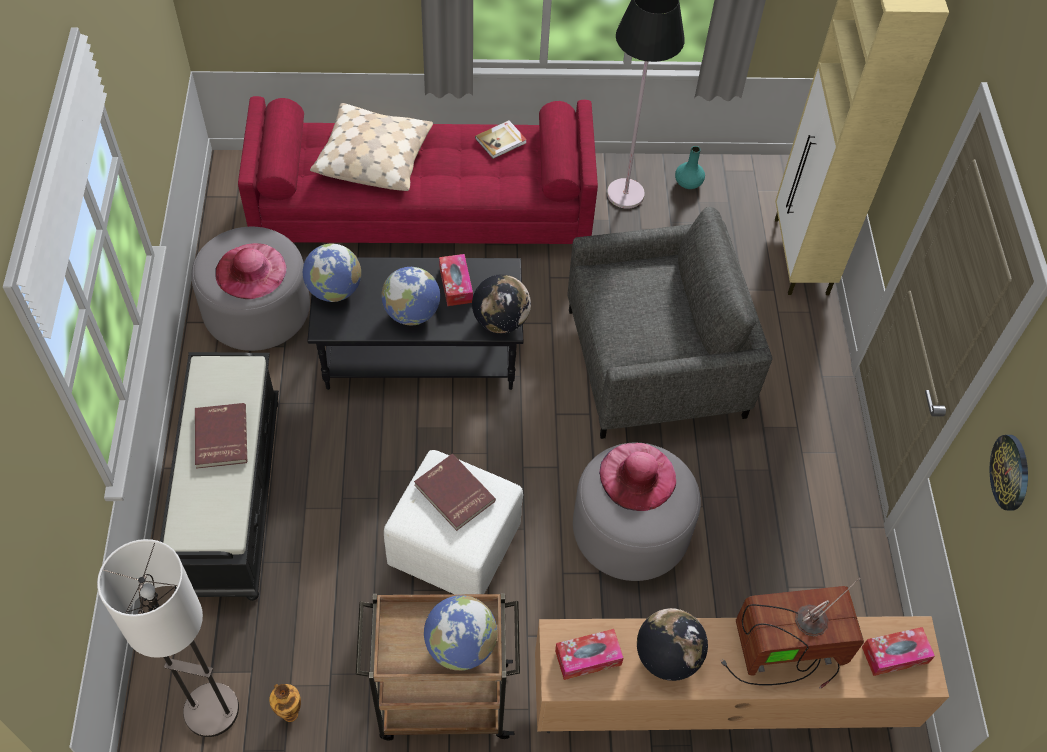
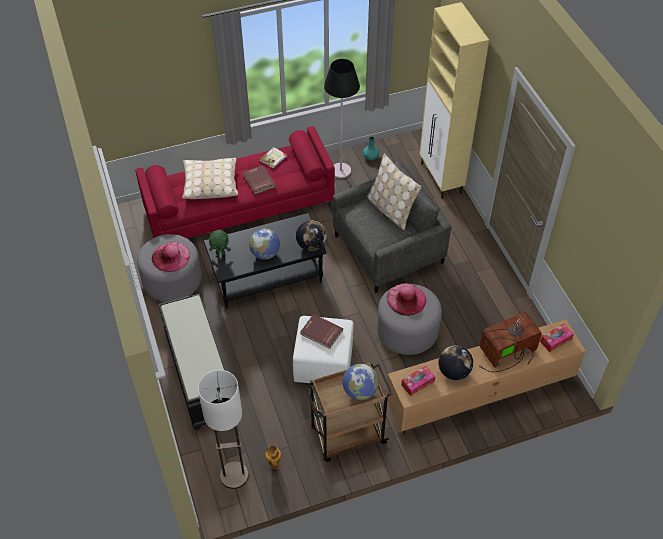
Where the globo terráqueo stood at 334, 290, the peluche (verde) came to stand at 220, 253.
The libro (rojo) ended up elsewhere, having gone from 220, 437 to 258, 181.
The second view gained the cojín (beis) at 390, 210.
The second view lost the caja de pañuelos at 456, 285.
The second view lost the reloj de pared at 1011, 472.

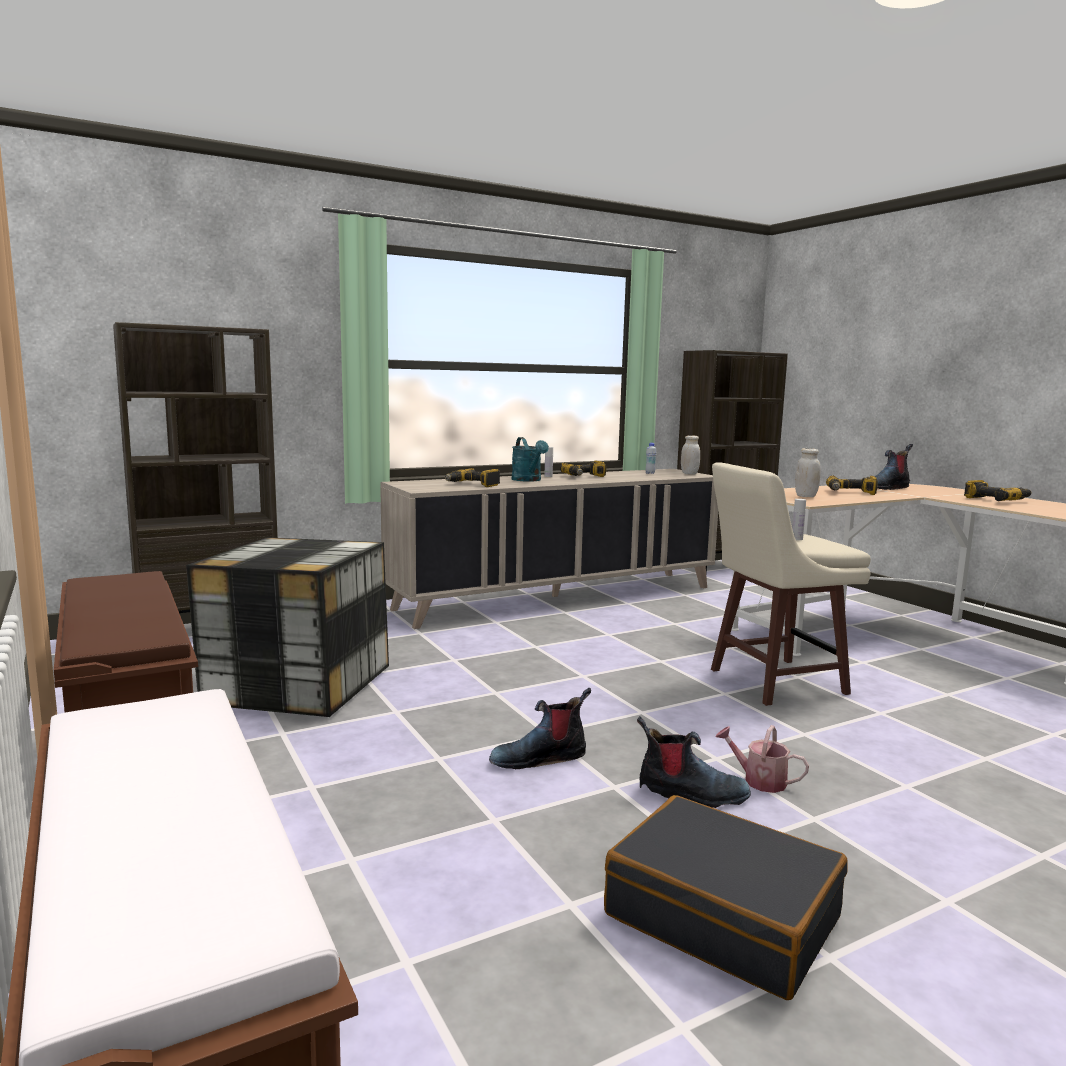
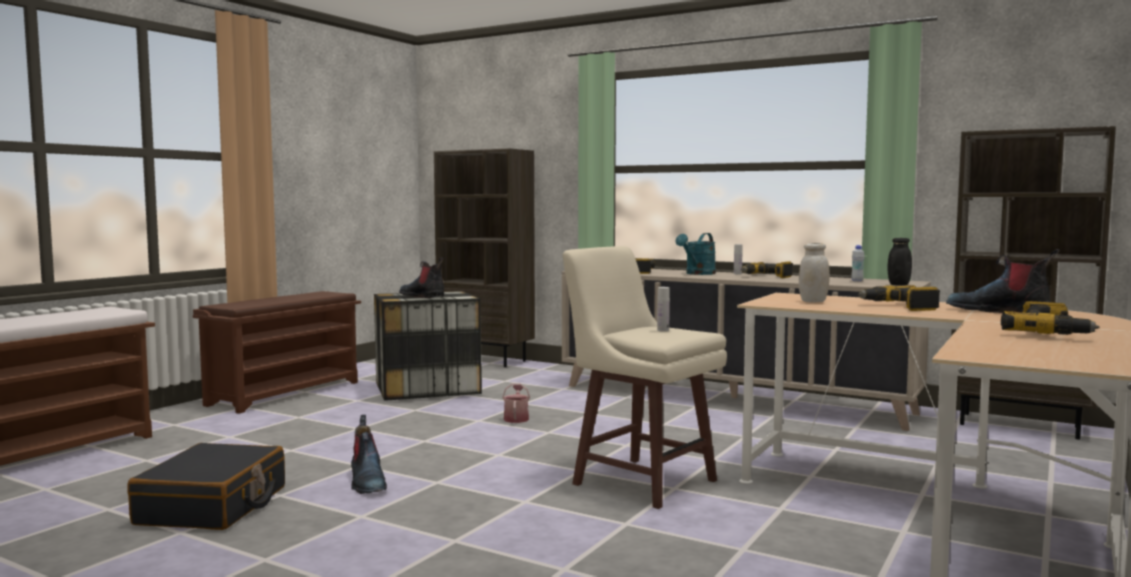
The bota ended up elsewhere, having gone from 539, 758 to 423, 296.
The regadera ended up elsewhere, having gone from 759, 780 to 516, 418.
What was the tarro (blanco) at 689, 474 turned into the tarro (negro) at 898, 285.

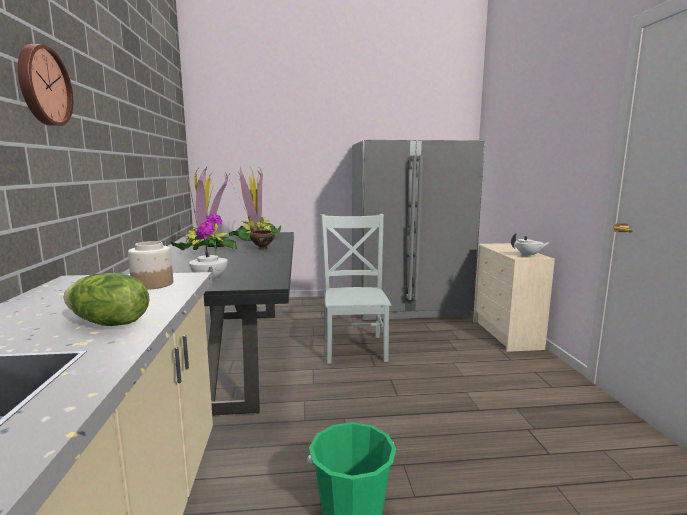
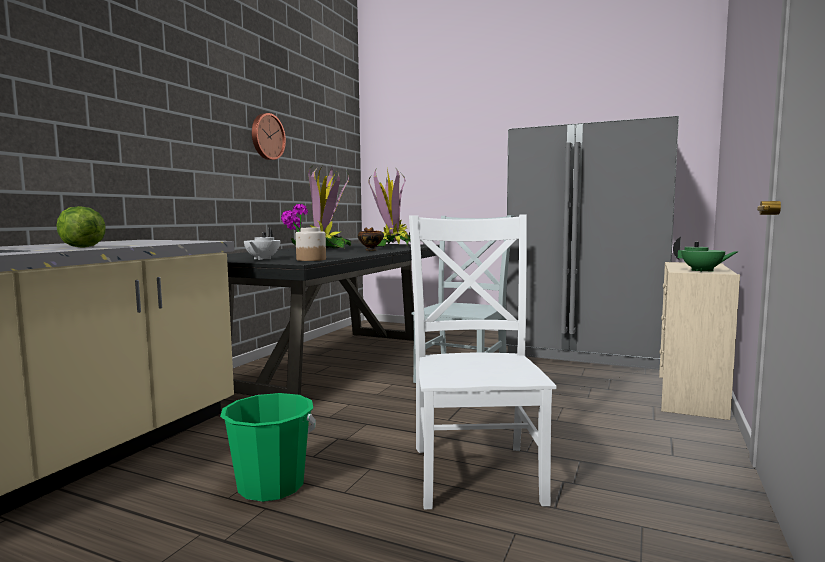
The reloj de pared ended up elsewhere, having gone from 42, 86 to 267, 136.
The tarro ended up elsewhere, having gone from 152, 284 to 310, 260.
The second view gained the silla (blanco) at 476, 470.
What was the tetera (blanco) at 528, 255 turned into the tetera (verde) at 702, 271.

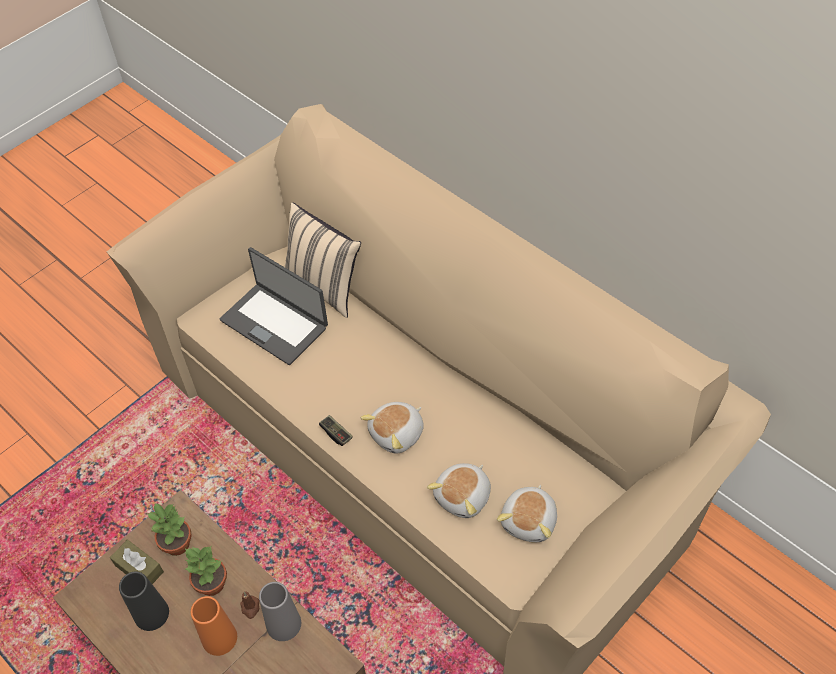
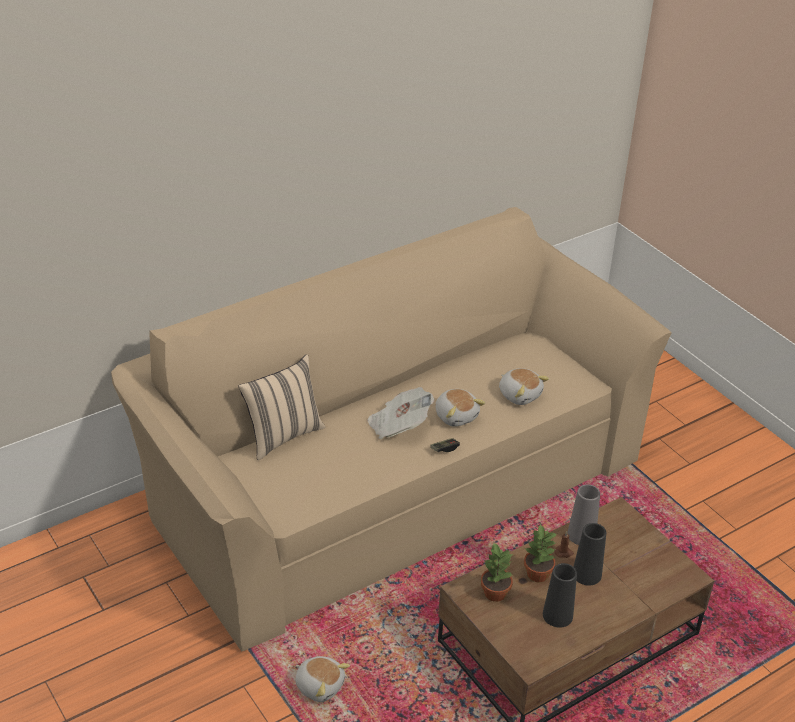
The peluche ended up elsewhere, having gone from 530, 521 to 320, 685.
The second view gained the periódico at 399, 425.
What was the florero (naranja) at 219, 638 turned into the florero (negro) at 586, 574.
The second view lost the caja de pañuelos (marrón) at 139, 568.
The second view lost the portátil at 275, 323.

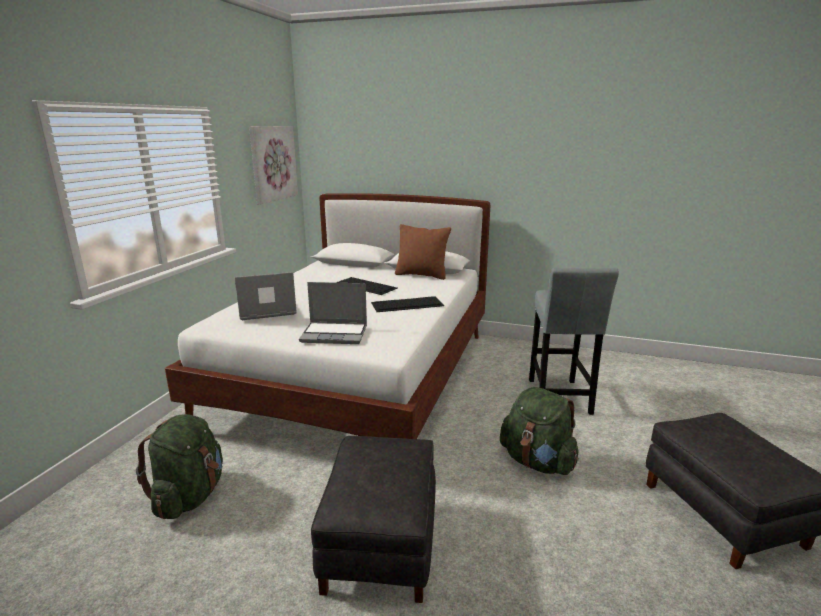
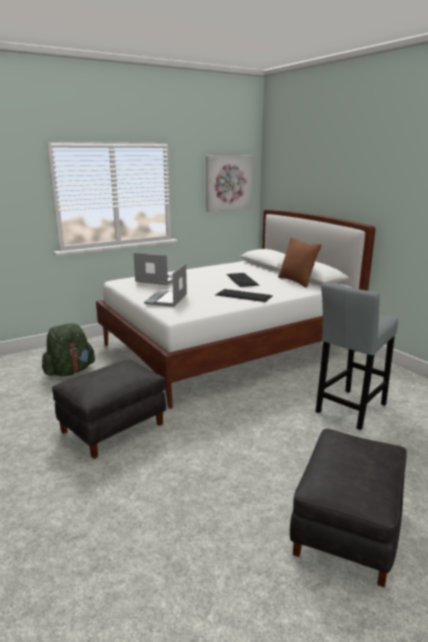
The portátil at 335, 334 ended up facing another way, 60 degrees clockwise from before.
The second view lost the mochila (verde) at 537, 462.

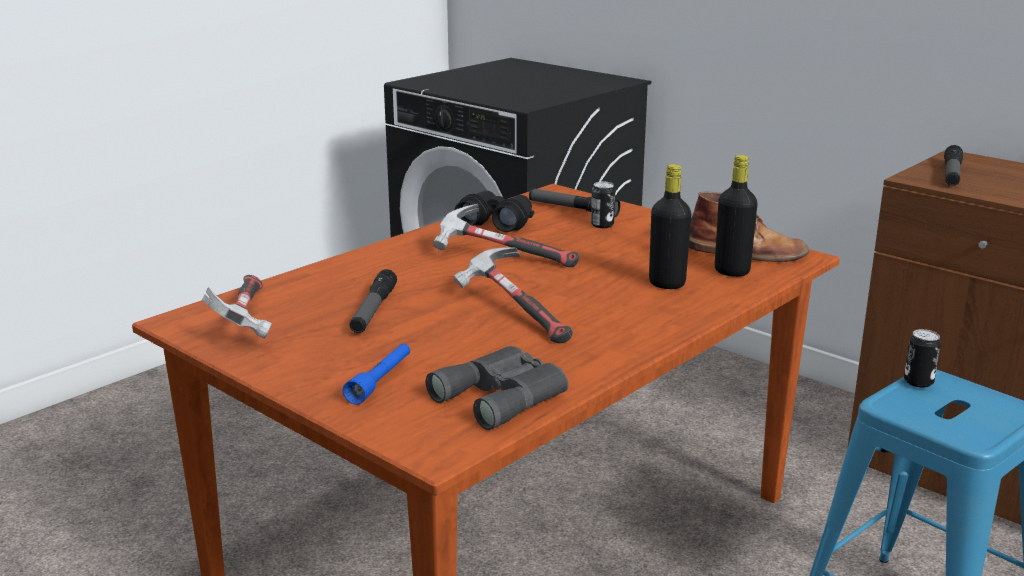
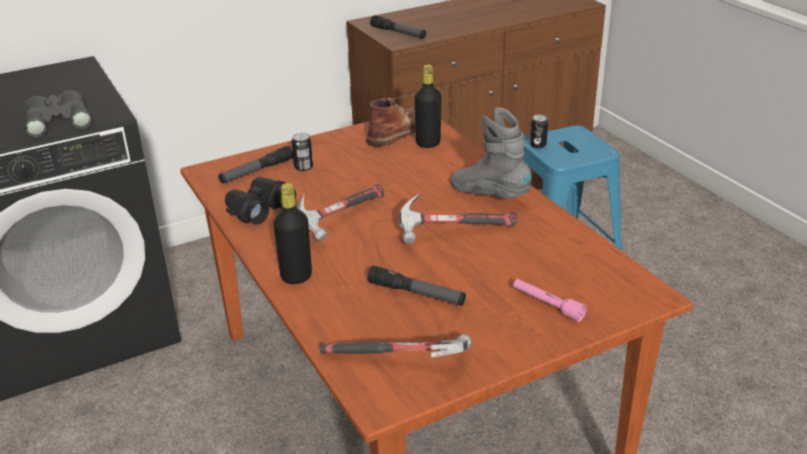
The prismáticos (gris) ended up elsewhere, having gone from 505, 395 to 58, 118.
The botella (negro) ended up elsewhere, having gone from 667, 284 to 296, 276.
The second view gained the bota (gris) at 489, 195.
What was the linterna (azul) at 380, 381 turned into the linterna (rosa) at 547, 305.

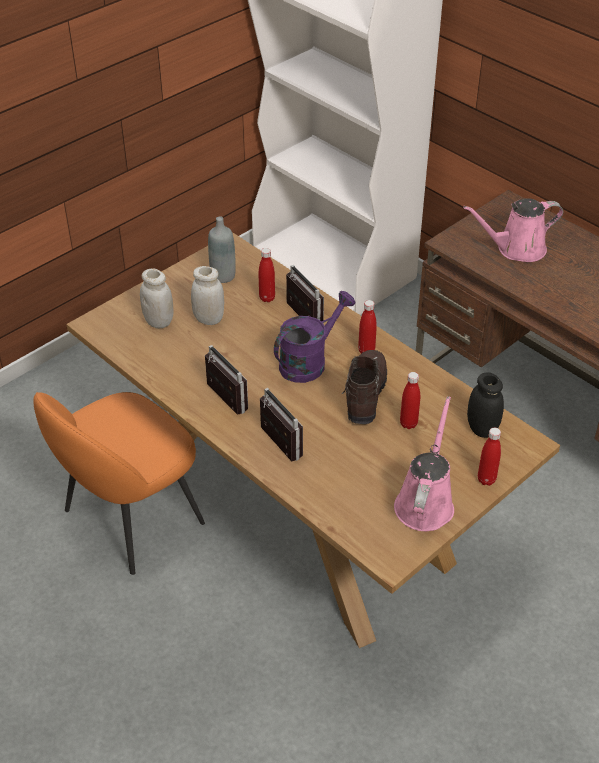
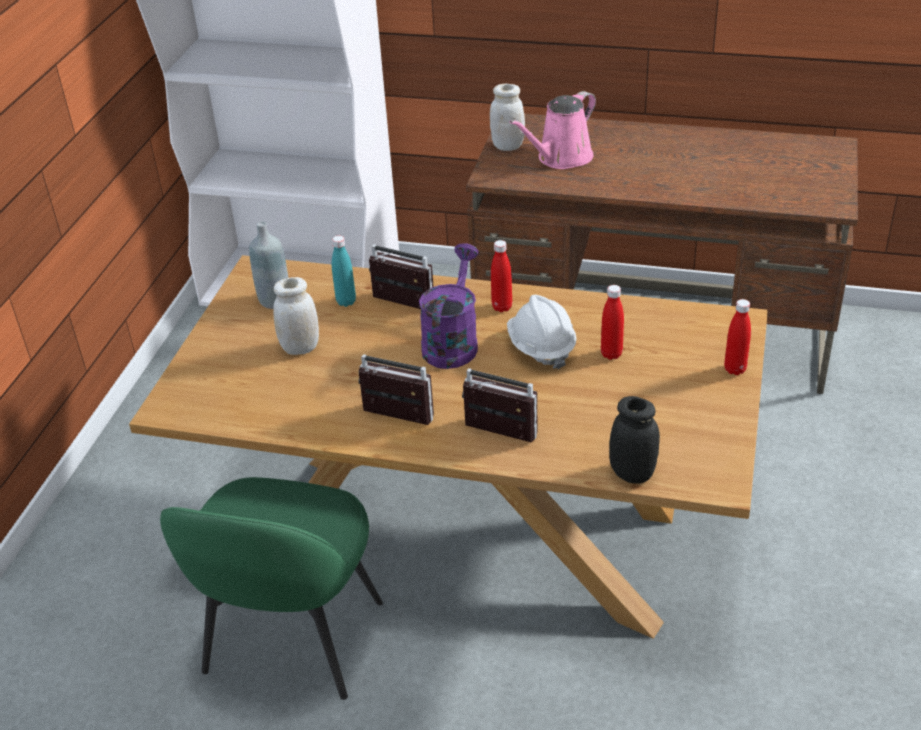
What was the silla (naranja) at 130, 519 turned into the silla (verde) at 291, 641.
What was the botella (rojo) at 267, 298 turned into the botella (turquesa) at 346, 301.
The tarro (blanco) ended up elsewhere, having gone from 159, 321 to 508, 146.
Where the bota (marrón) stood at 364, 395, the casco (blanco) came to stand at 541, 348.
The tarro (negro) ended up elsewhere, having gone from 482, 429 to 632, 473.
The second view lost the regadera (rosa) at 425, 502.

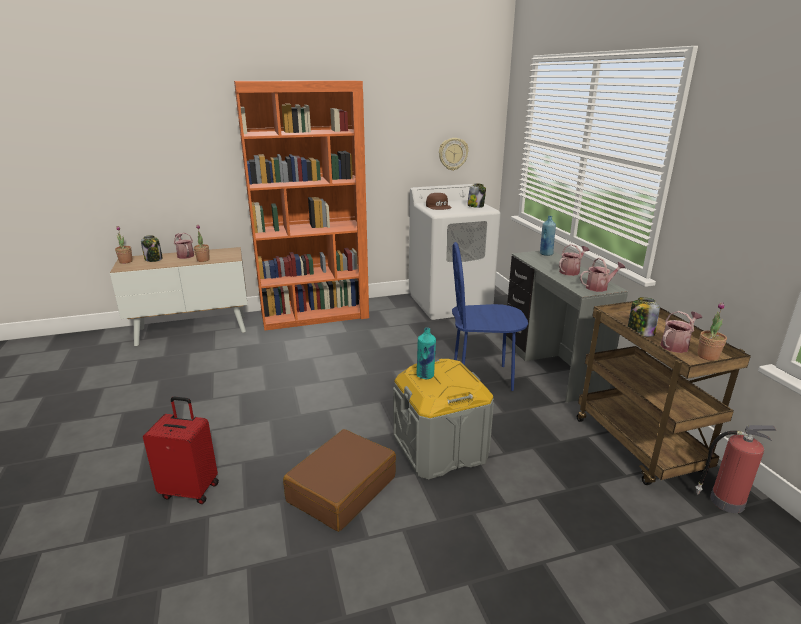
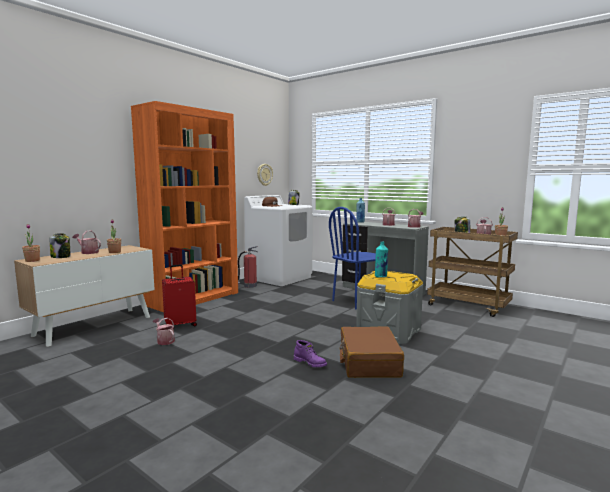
The second view gained the regadera at 164, 341.
The maleta (rojo) ended up elsewhere, having gone from 191, 489 to 180, 325.
The extintor ended up elsewhere, having gone from 725, 501 to 249, 286.
The second view gained the bota (morado) at 310, 363.

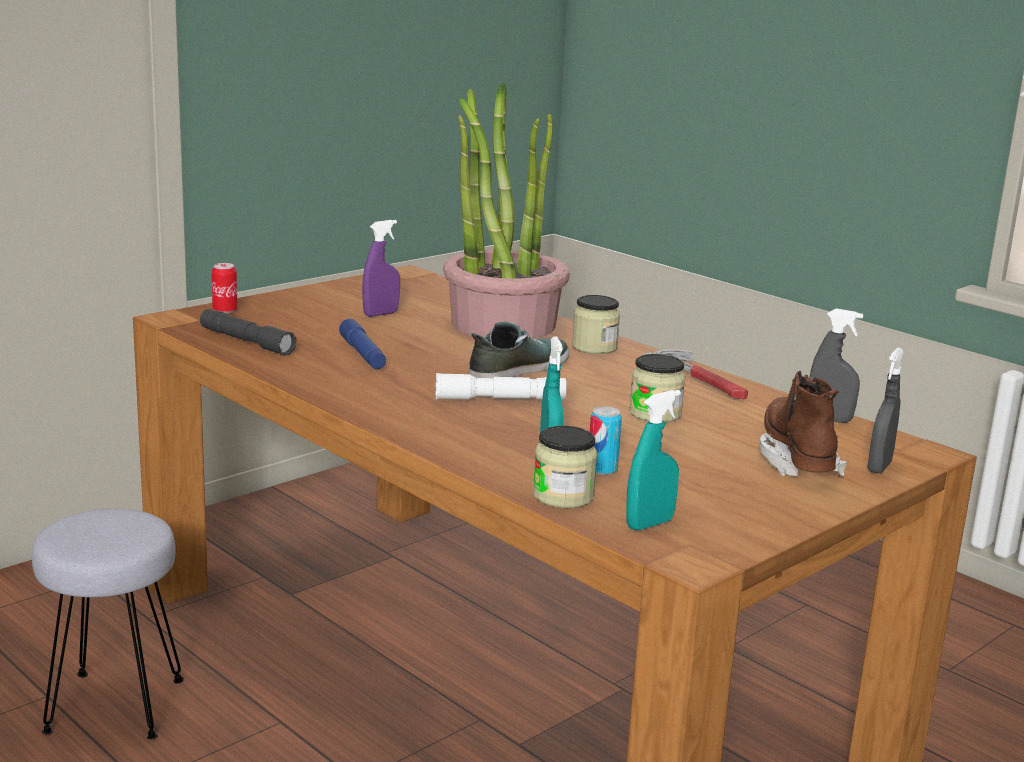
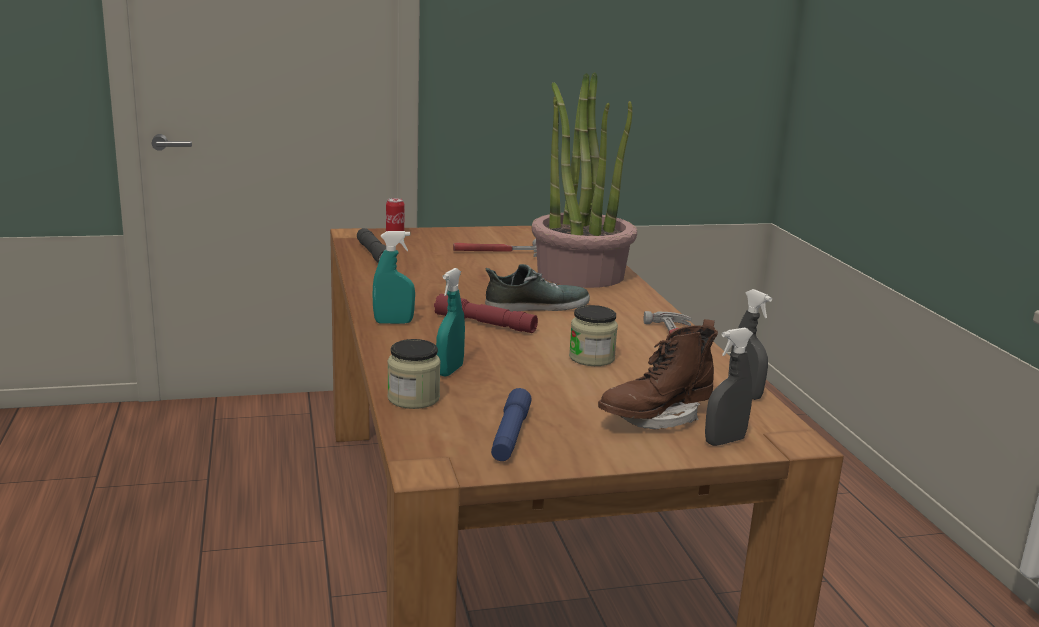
The pulverizador (turquesa) ended up elsewhere, having gone from 649, 524 to 393, 322.
What was the linterna (blanco) at 500, 399 turned into the linterna (rojo) at 485, 324.
Where the pulverizador (morado) stood at 381, 314, the martillo came to stand at 499, 252.
The linterna (azul) ended up elsewhere, having gone from 363, 354 to 510, 435.
The bota (marrón) at 796, 460 ended up facing another way, 150 degrees counterclockwise from before.
The second view lost the taburete (gris) at 113, 705.
The second view lost the tarro at 594, 347.
The second view lost the lata at 602, 469.

